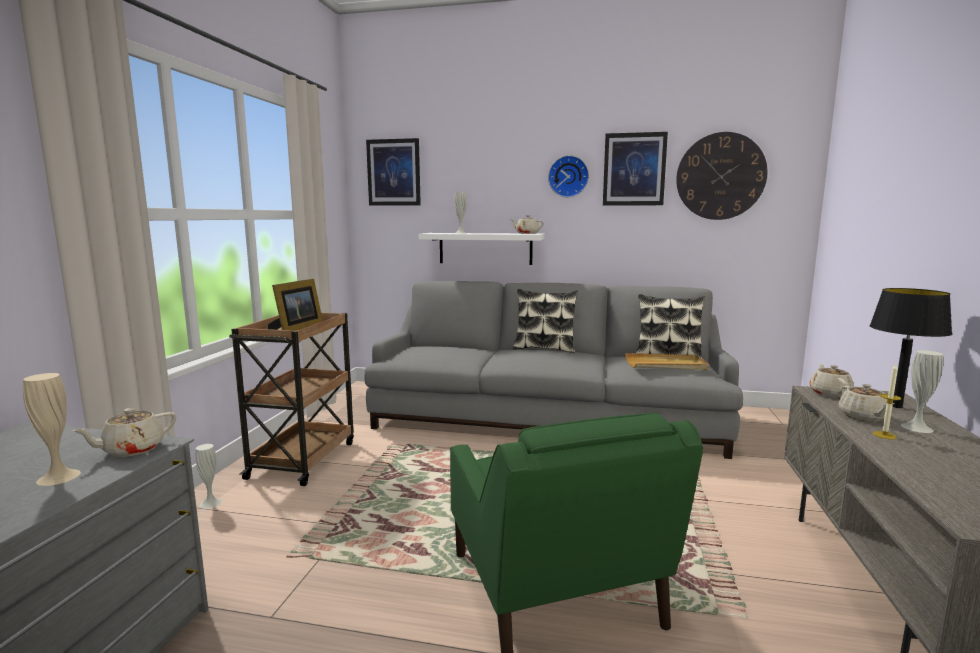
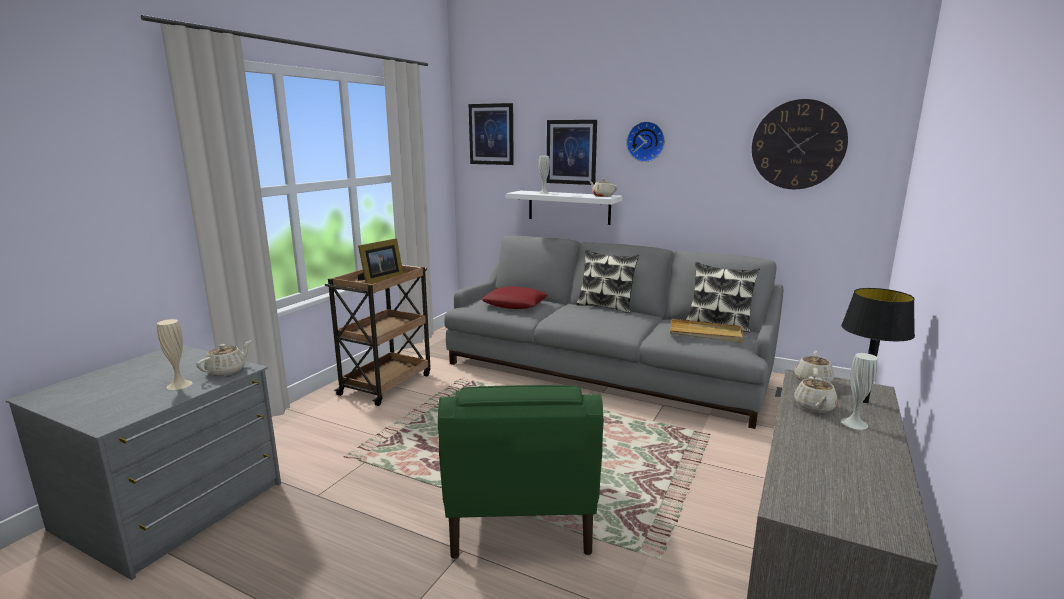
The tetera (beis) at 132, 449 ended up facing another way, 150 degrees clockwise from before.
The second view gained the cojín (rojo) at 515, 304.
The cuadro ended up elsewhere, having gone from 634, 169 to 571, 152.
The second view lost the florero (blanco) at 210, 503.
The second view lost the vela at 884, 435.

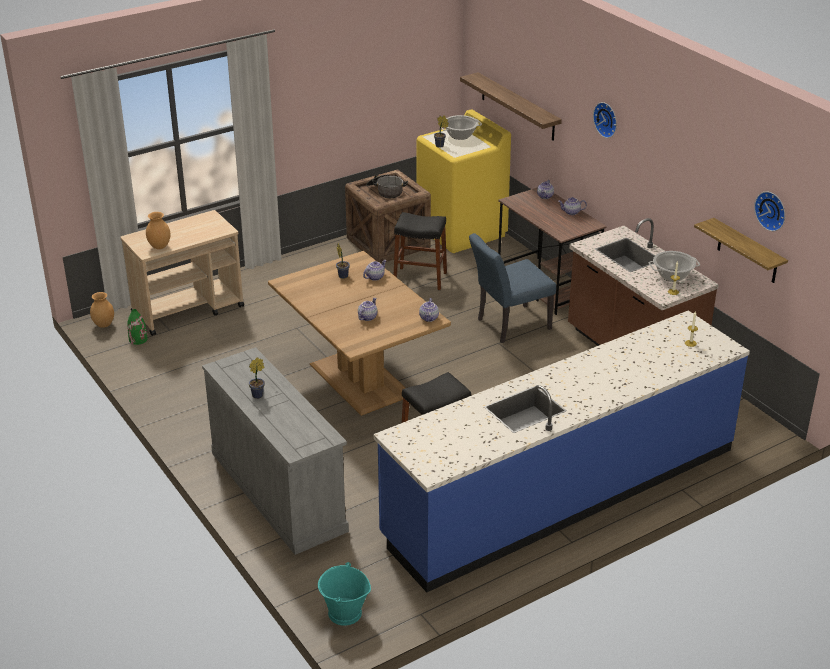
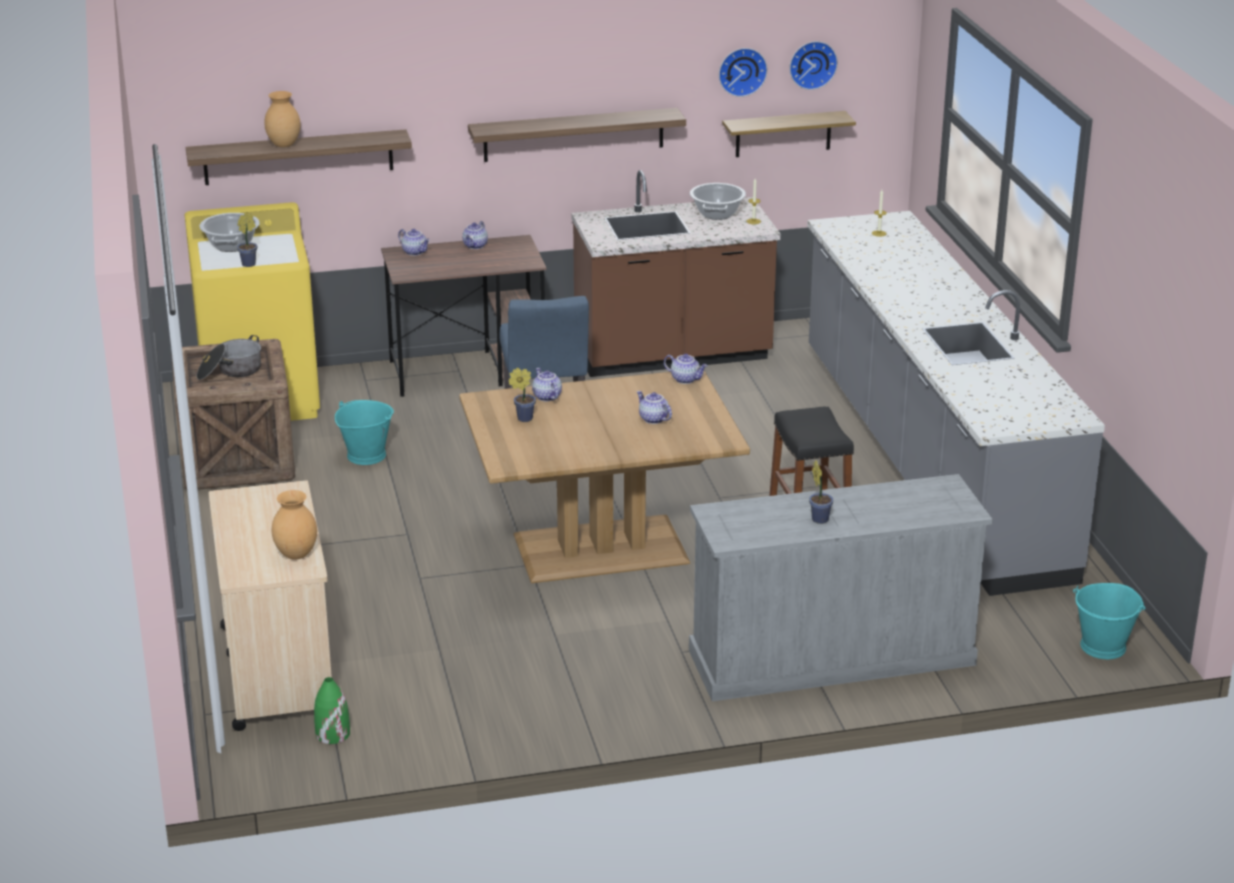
The florero (marrón) ended up elsewhere, having gone from 103, 325 to 284, 145.
Where the taburete (negro) stood at 420, 278, the cubo (turquesa) came to stand at 366, 455.
The second view gained the estante at 573, 135.
The reloj de pared ended up elsewhere, having gone from 607, 119 to 741, 71.
What was the mueble bajo de cocina (azul) at 561, 492 turned into the mueble bajo de cocina (gris) at 929, 461.

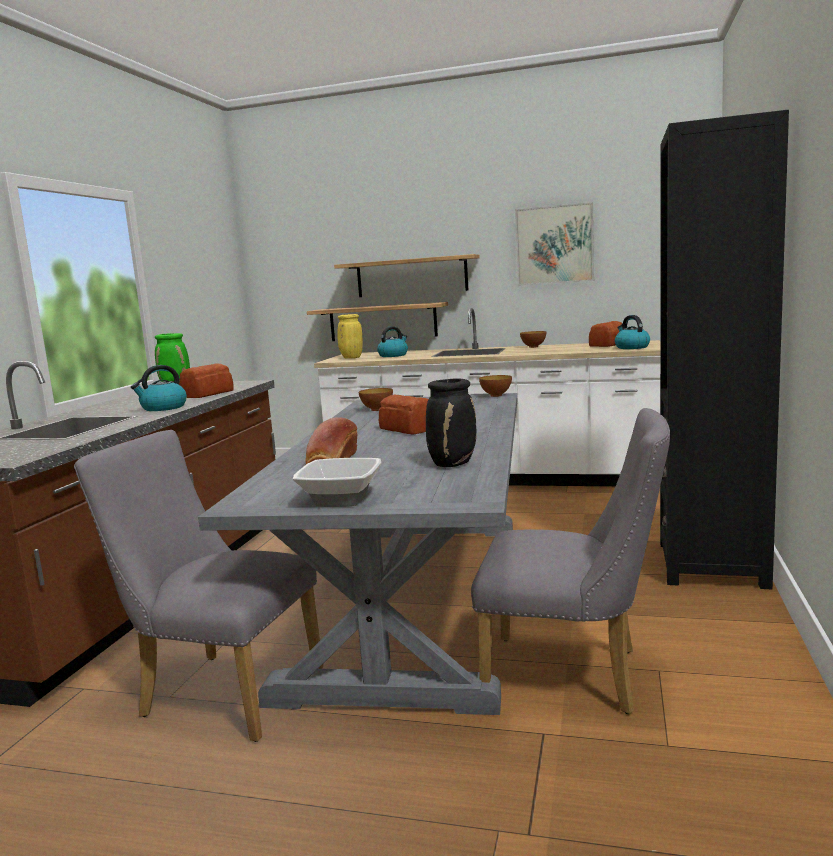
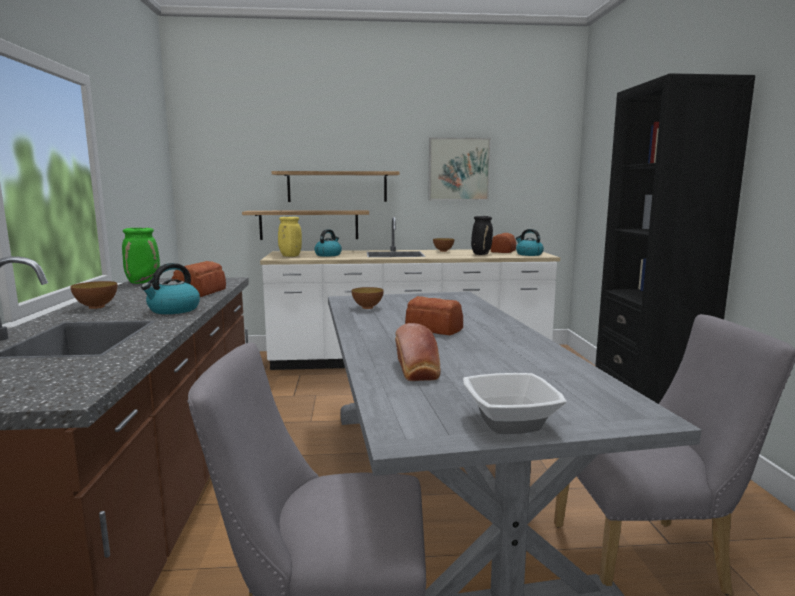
The cuenco ended up elsewhere, having gone from 496, 395 to 96, 307.
The florero (negro) ended up elsewhere, having gone from 453, 464 to 481, 254.

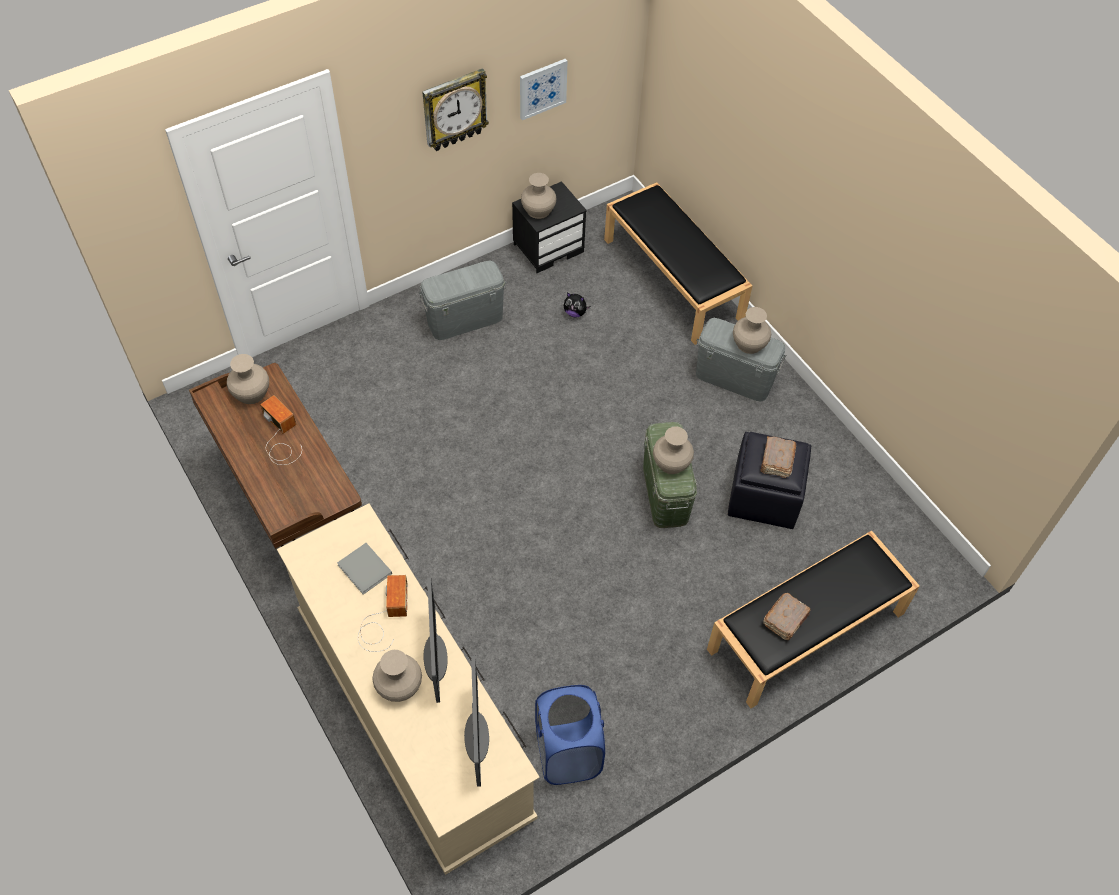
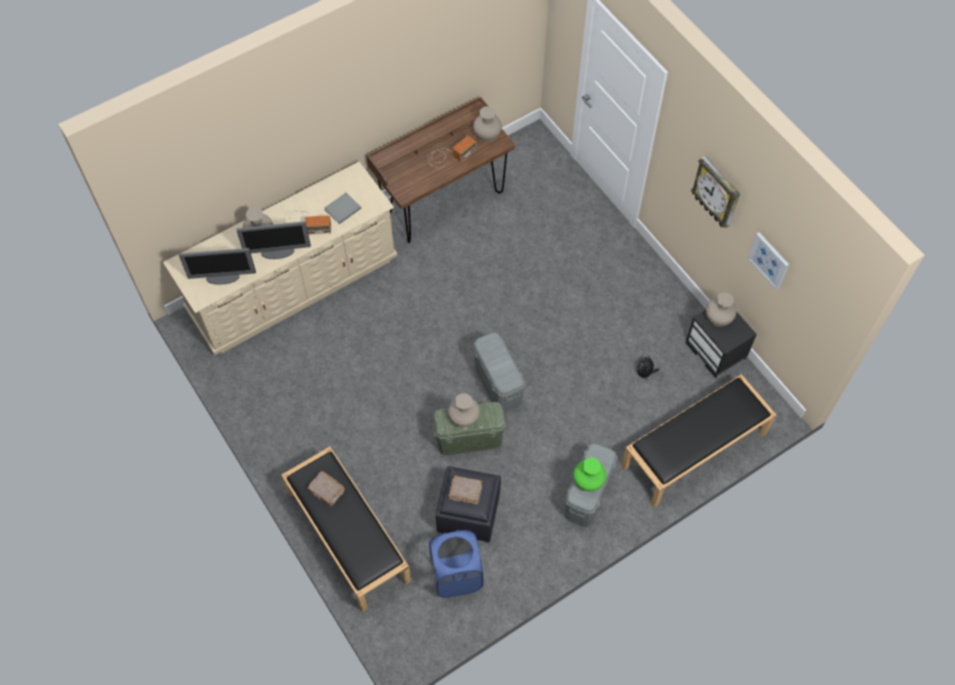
The cesto de la ropa (azul) ended up elsewhere, having gone from 567, 753 to 456, 575.
The caja de almacenaje (gris) ended up elsewhere, having gone from 465, 319 to 498, 385.
What was the florero (beis) at 749, 343 turned into the florero (verde) at 588, 480.

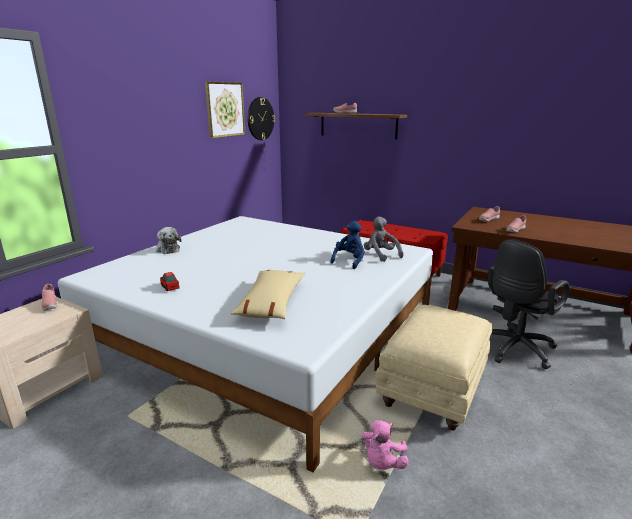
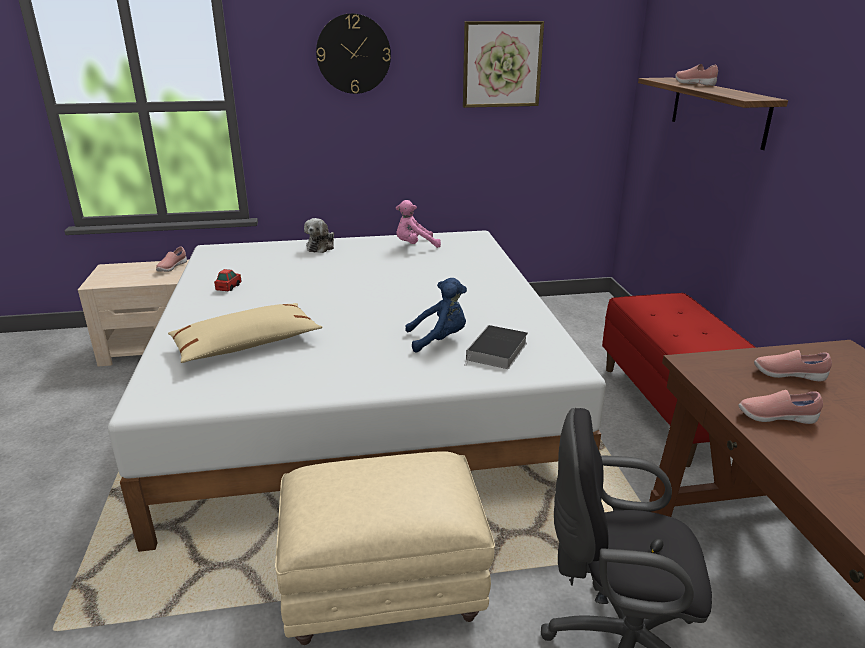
The reloj de pared ended up elsewhere, having gone from 260, 119 to 353, 54.
The peluche (rosa) ended up elsewhere, having gone from 382, 462 to 415, 246.
Where the peluche (gris) stood at 380, 255, the libro came to stand at 497, 352.

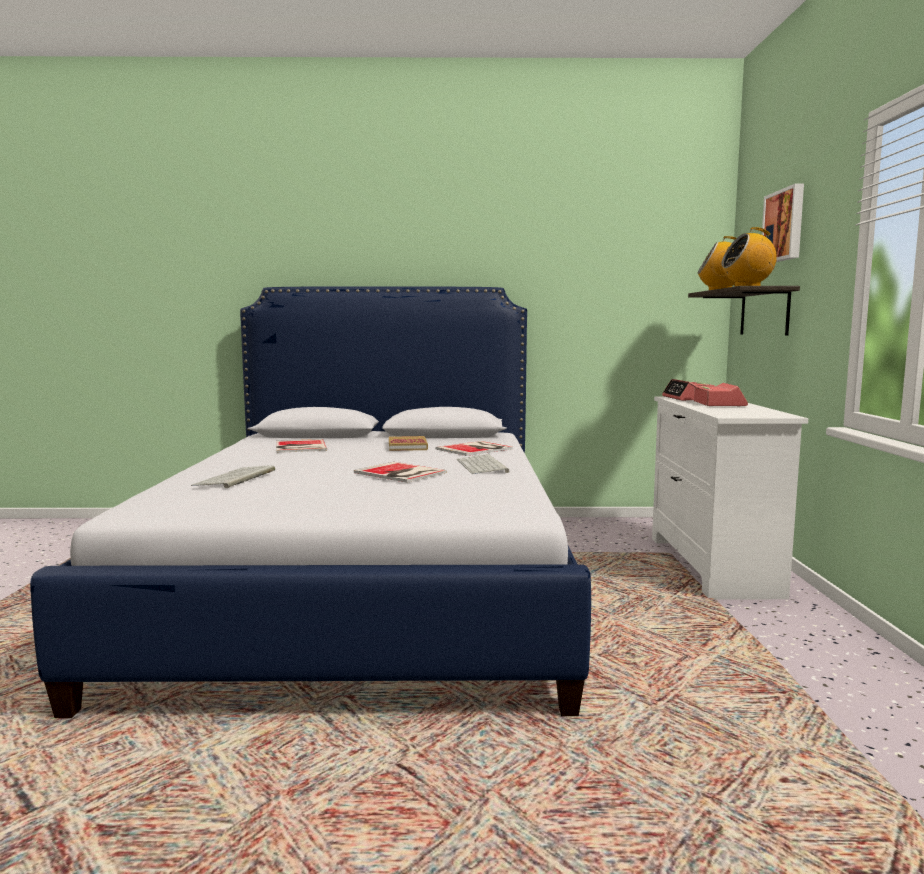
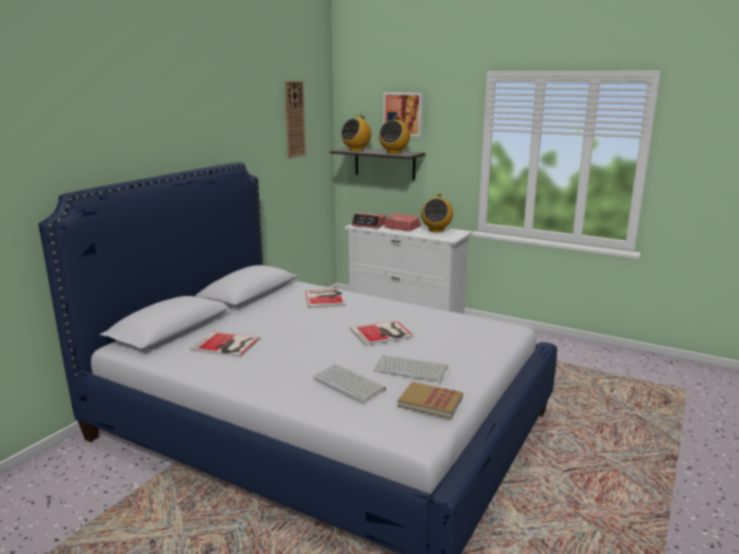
The second view gained the reloj de pared at 294, 119.
The teclado ended up elsewhere, having gone from 483, 466 to 412, 369.
The libro ended up elsewhere, having gone from 407, 446 to 430, 402.
The second view gained the radio at 436, 230.

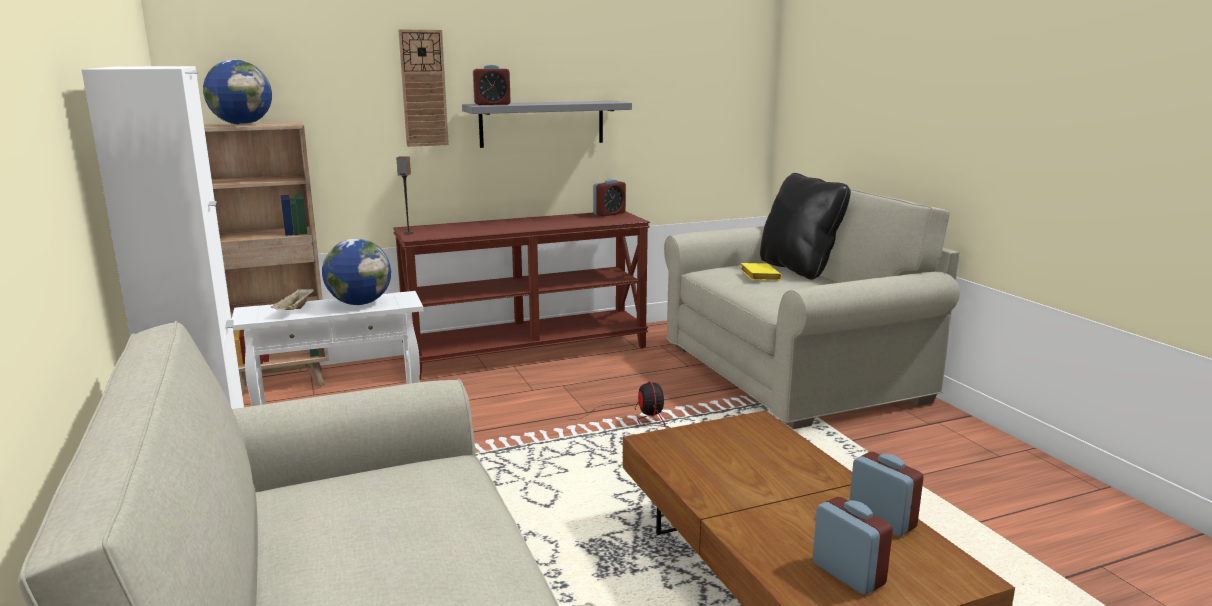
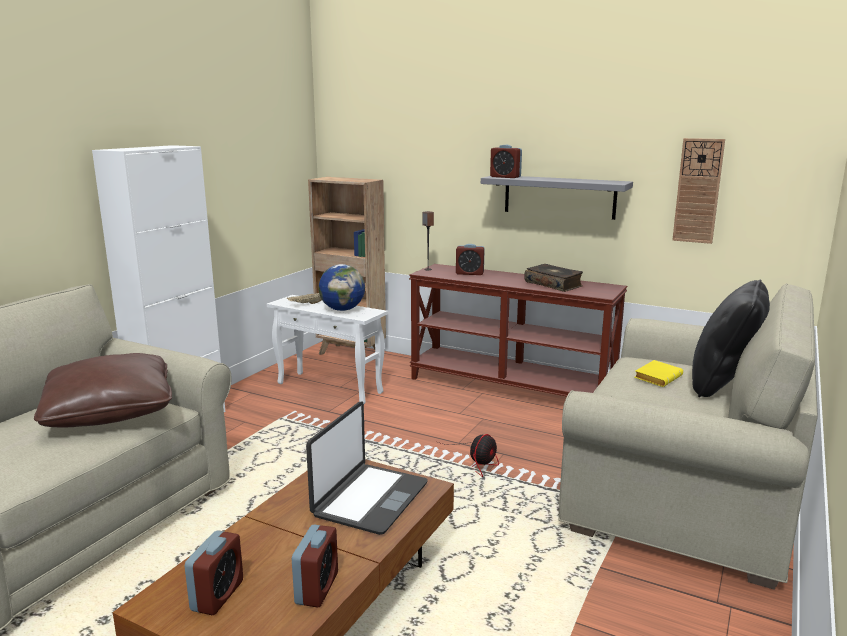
The second view gained the cojín (marrón) at 110, 411.
The second view gained the portátil at 369, 499.
The despertador ended up elsewhere, having gone from 609, 214 to 469, 273.
The second view gained the libro at 553, 284.
The reloj de pared ended up elsewhere, having gone from 423, 88 to 698, 191.
The second view lost the globo terráqueo at 242, 124.

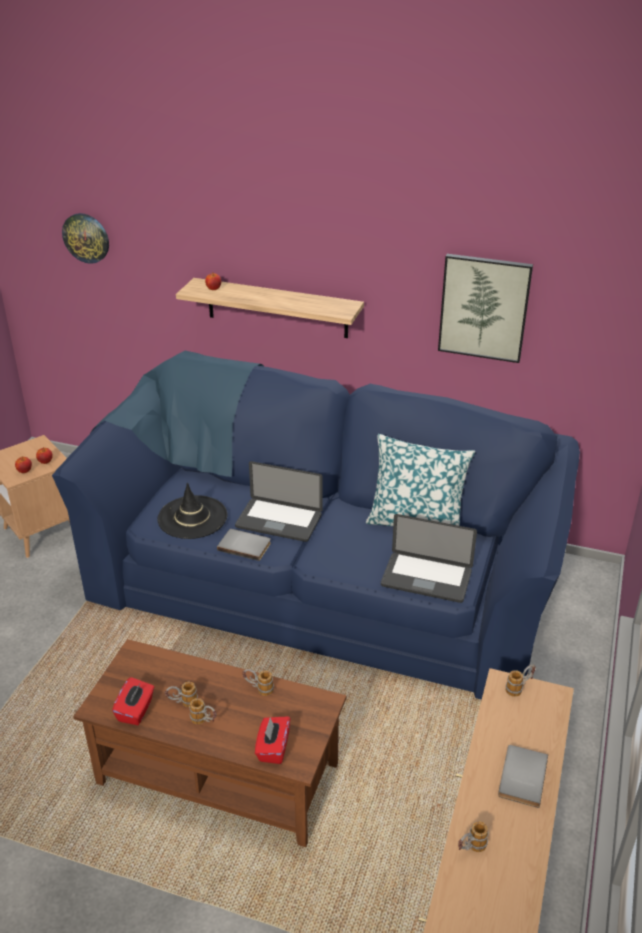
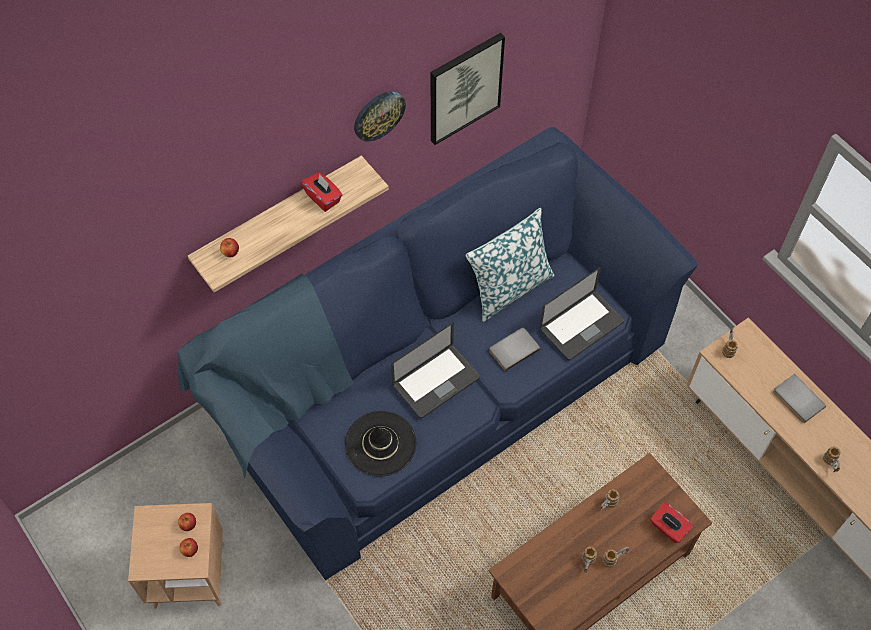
The caja de pañuelos (rojo) ended up elsewhere, having gone from 136, 711 to 323, 198.
The reloj de pared ended up elsewhere, having gone from 86, 238 to 378, 115.
The libro (gris) ended up elsewhere, having gone from 245, 545 to 513, 349.

